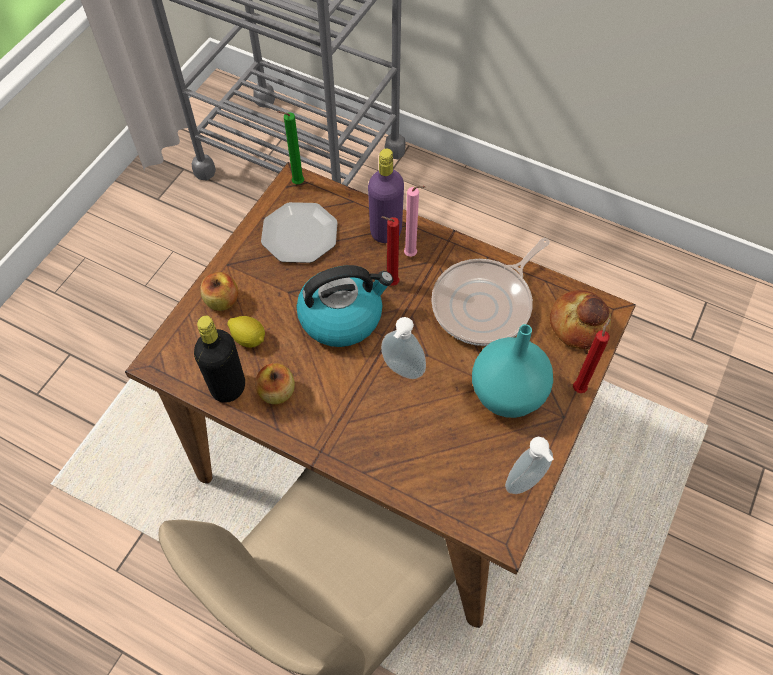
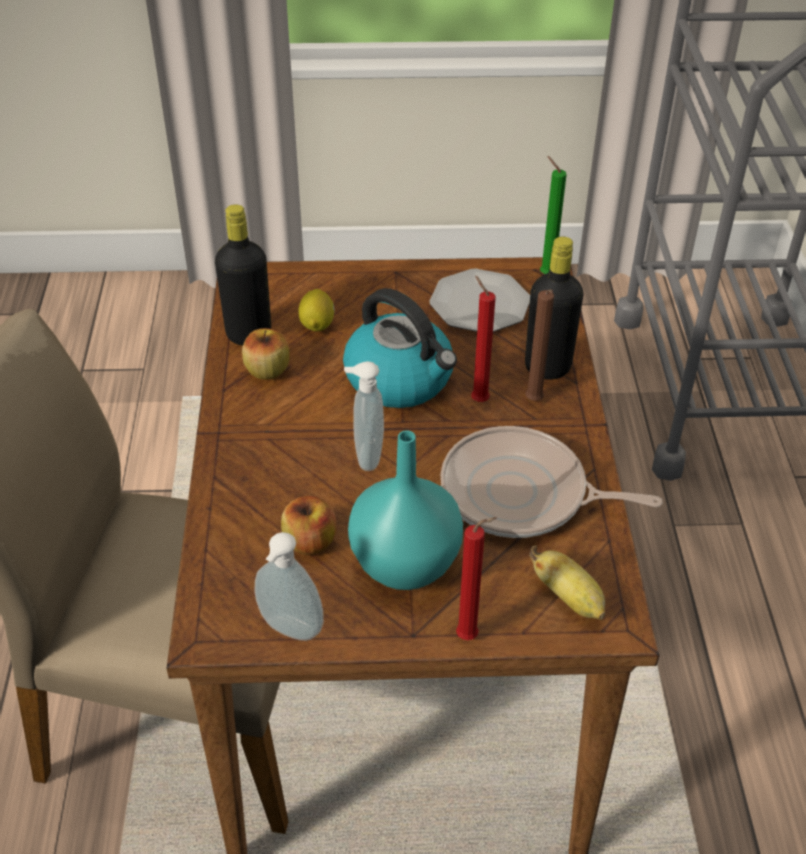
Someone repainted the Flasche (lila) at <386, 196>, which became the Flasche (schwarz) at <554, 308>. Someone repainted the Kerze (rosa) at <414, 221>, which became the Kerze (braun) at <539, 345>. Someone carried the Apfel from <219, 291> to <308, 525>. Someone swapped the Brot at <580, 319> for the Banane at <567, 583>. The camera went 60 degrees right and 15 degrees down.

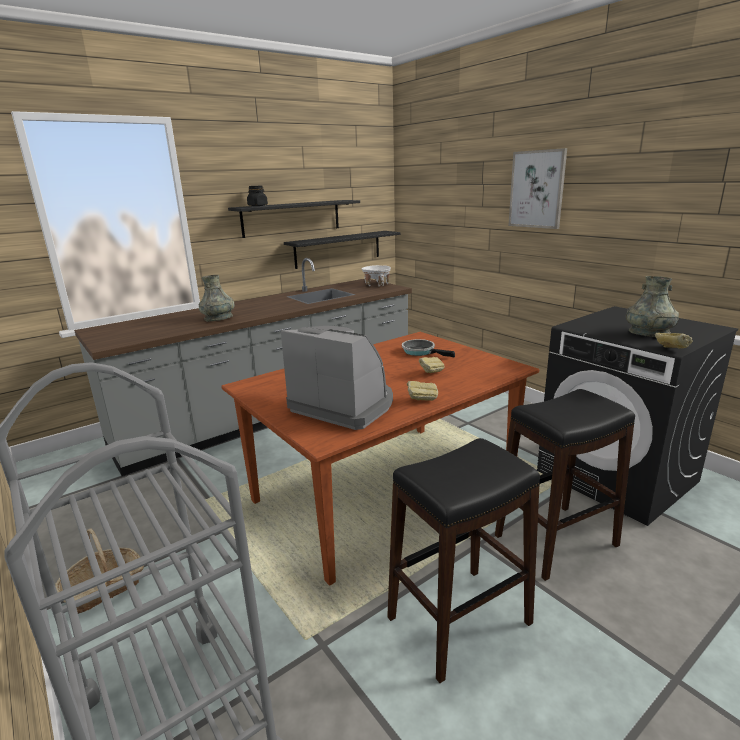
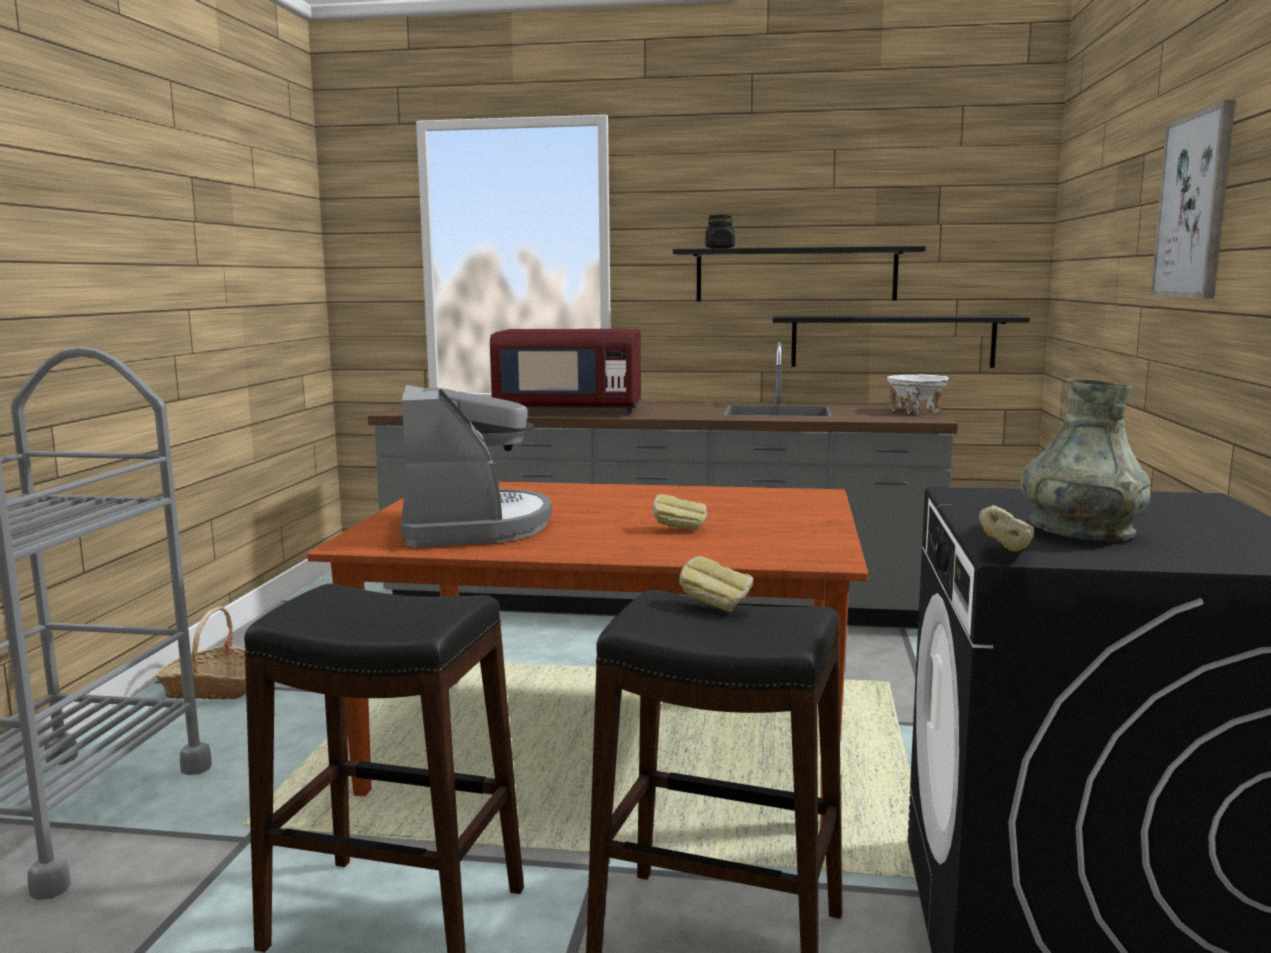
Someone swapped the Vase (grau) at <217, 298> for the Mikrowelle (rot) at <566, 371>. Someone took away the Pfanne at <428, 348>. Someone carried the Brot from <422, 391> to <716, 583>. The camera went 45 degrees right and 10 degrees down.

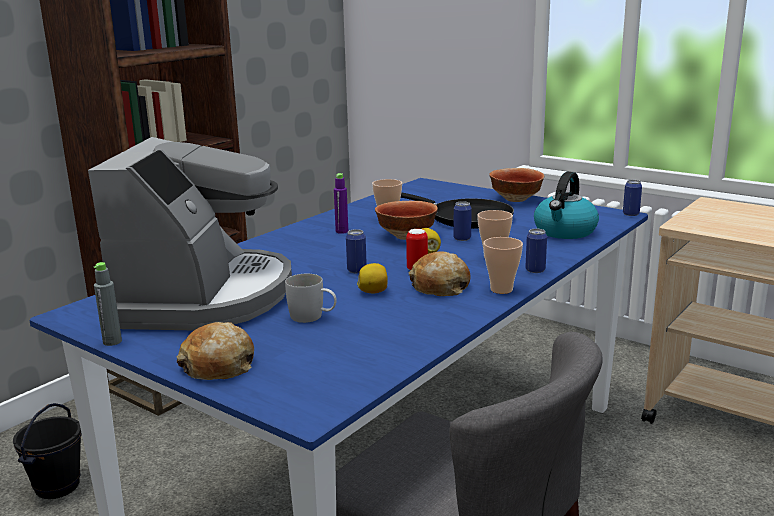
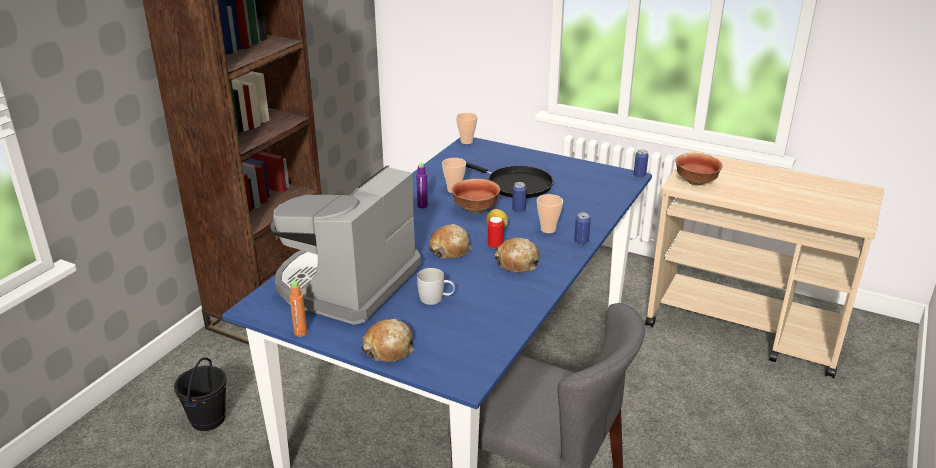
Someone rotated the Kaffeemaschine at <190, 233> by 150 degrees counterclockwise. Someone carried the Schüssel from <516, 185> to <699, 169>. Someone took away the Wasserkessel at <566, 205>. Someone swapped the Dose at <356, 251> for the Brot at <450, 241>. Someone carried the Tasse from <503, 265> to <466, 128>. Someone repainted the Flasche (grau) at <108, 304>, which became the Flasche (orange) at <298, 309>. Someone took away the Zitrone at <372, 278>. The camera went 10 degrees left and 10 degrees up.

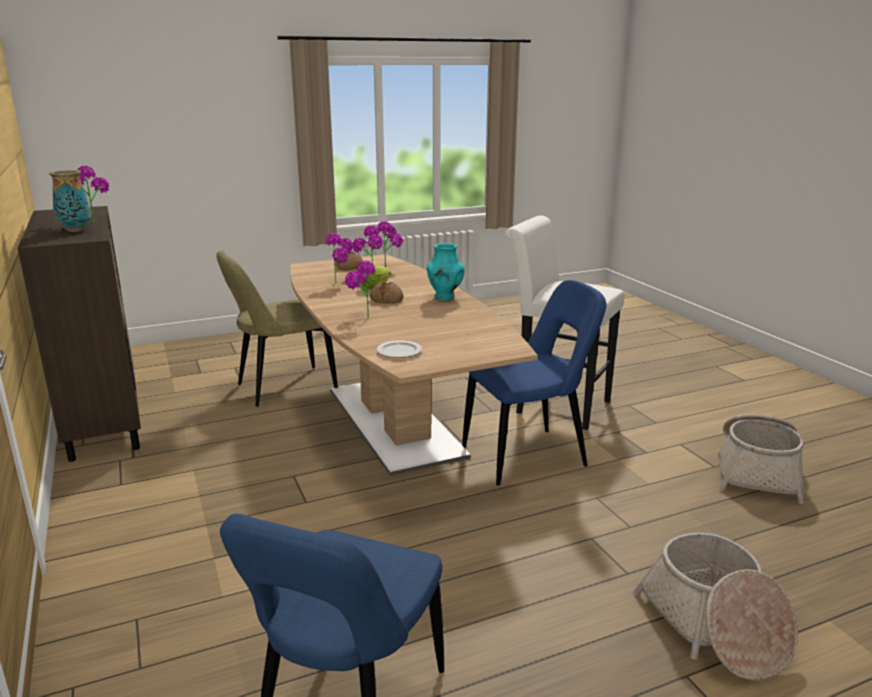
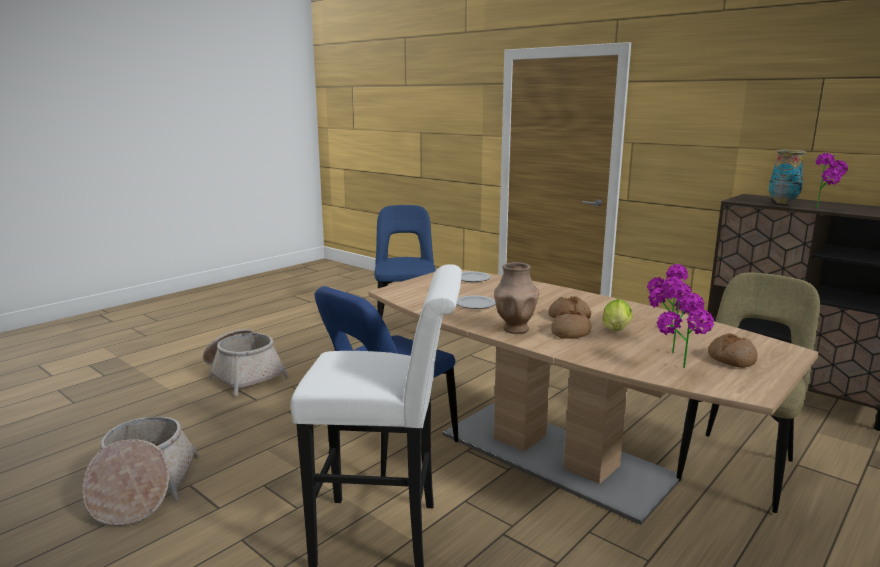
Someone repainted the Vase (türkis) at <445, 272>, which became the Vase (braun) at <516, 298>. Someone took away the Topfpflanze at <360, 289>. Someone put down the Teller at <476, 302>. Someone put down the Brot at <571, 324>. The camera went 155 degrees right and 5 degrees down.

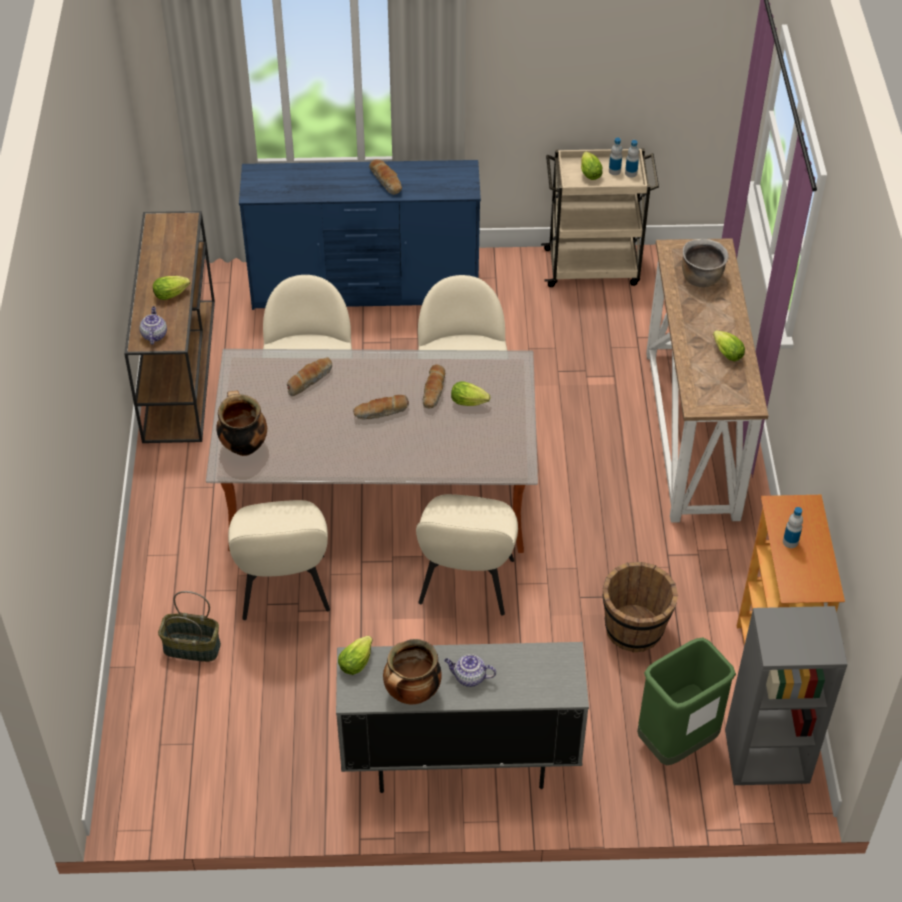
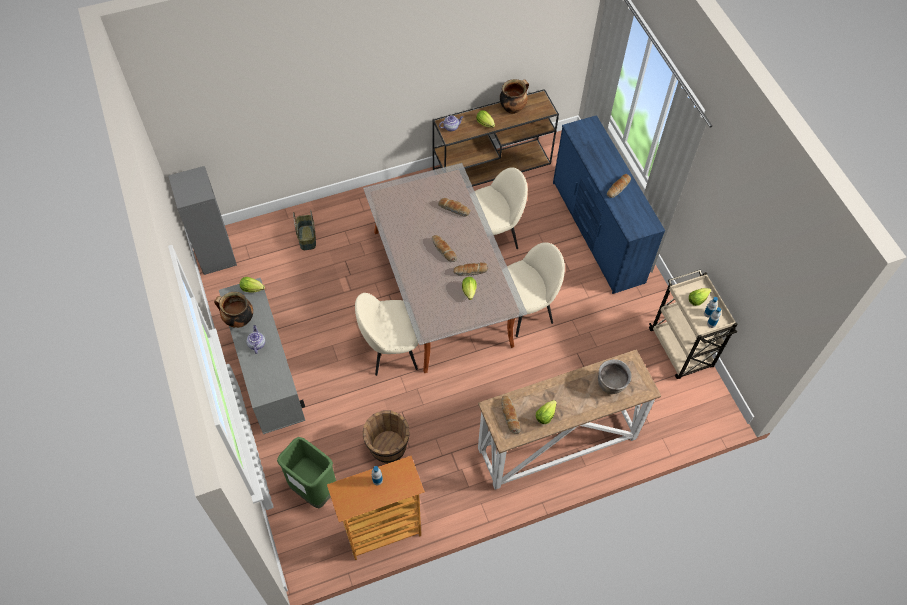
Someone carried the Kochtopf from <241, 423> to <514, 96>. Someone took away the Stuhl (beige) at <279, 560>. Someone carried the Bücherregal (grau) from <786, 695> to <202, 220>. Someone put down the Brot at <510, 415>. The camera went 70 degrees right and 10 degrees up.

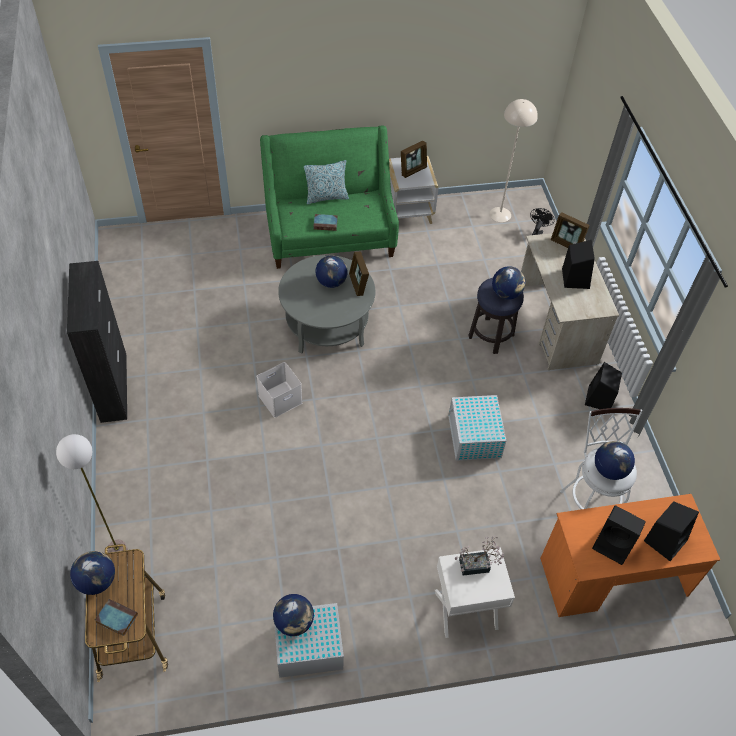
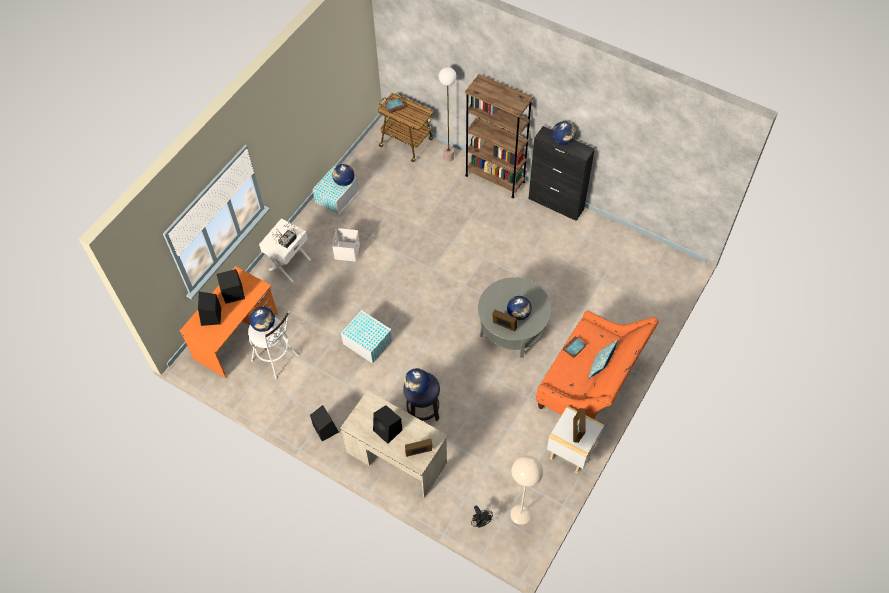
Someone repainted the Sofa (grün) at <329, 197>, which became the Sofa (orange) at <597, 364>. Someone carried the Aufbewahrungsbox (weiß) from <279, 390> to <346, 245>. Someone carried the Globus from <92, 573> to <564, 133>. Someone put down the Bücherregal (braun) at <499, 136>. The camera went 135 degrees right and 5 degrees up.

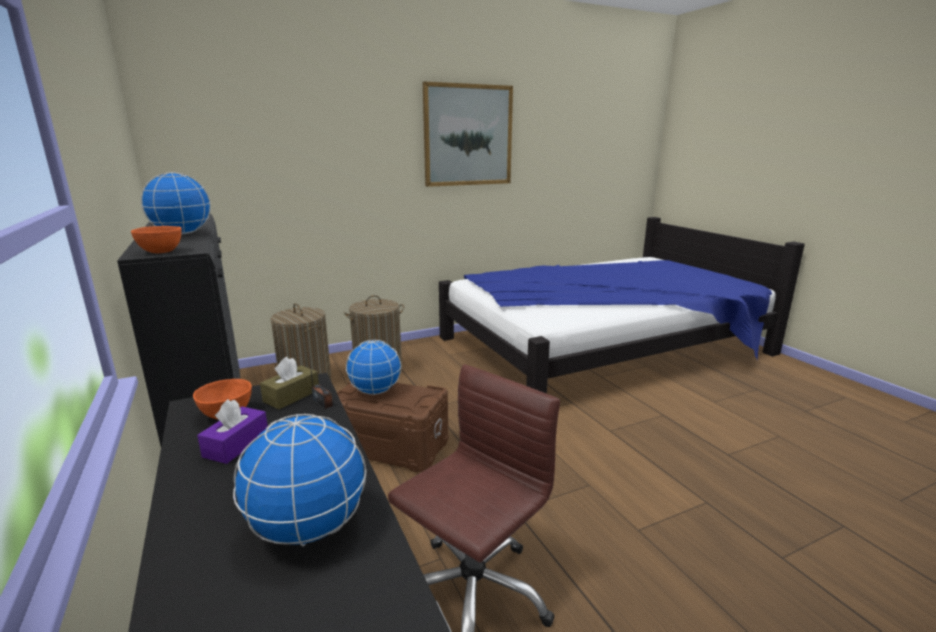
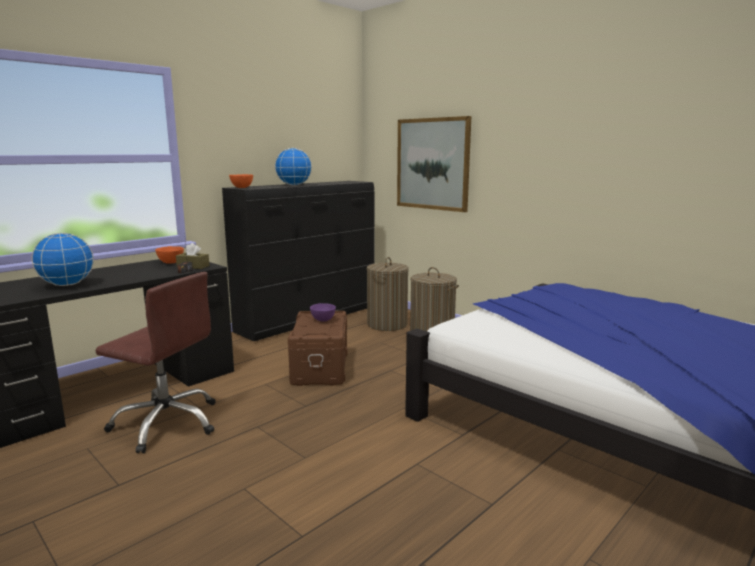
Someone carried the Bild from <468, 134> to <434, 164>. Someone swapped the Globus at <373, 367> for the Schüssel (lila) at <323, 312>. Someone took away the Taschentuchbox (lila) at <232, 431>. The camera went 70 degrees right and 5 degrees down.

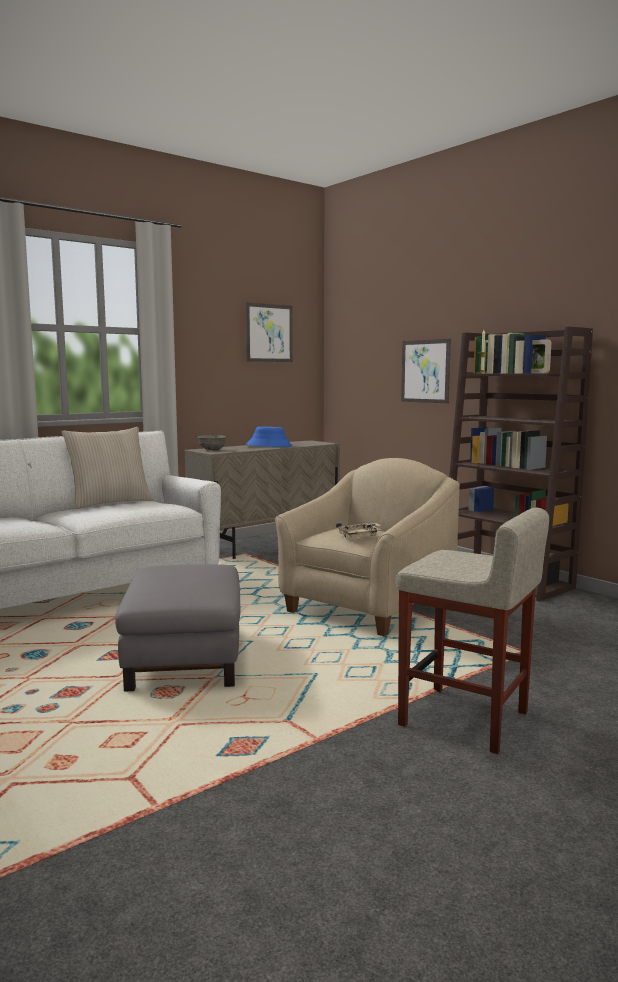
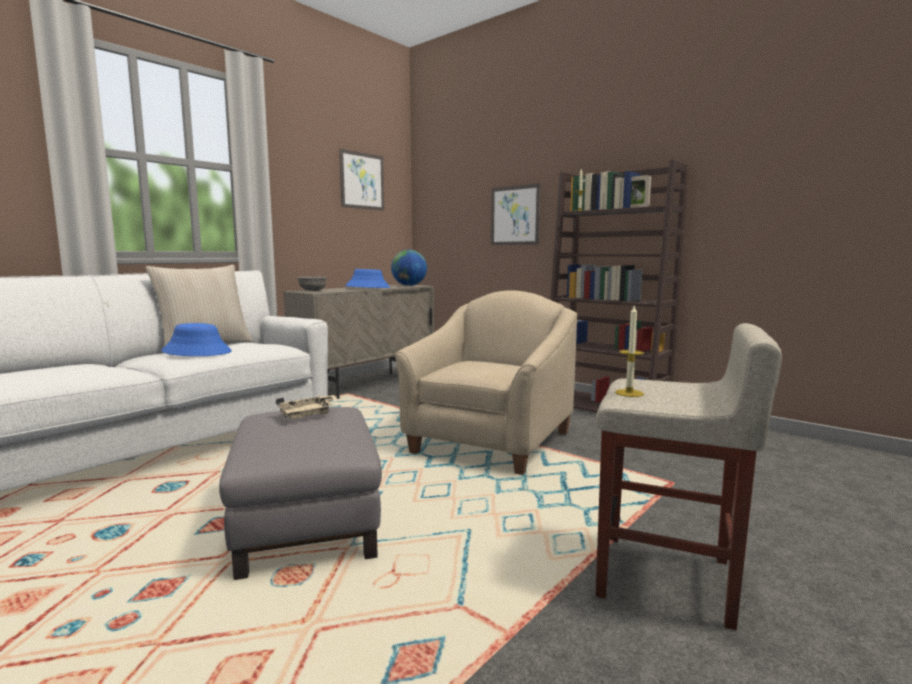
Someone carried the Tablett (beige) from <358, 530> to <306, 407>. Someone put down the Globus at <409, 268>. Someone put down the Kerze at <629, 350>. Someone put down the Hut (blau) at <196, 339>. The camera went 10 degrees left and 0 degrees up.

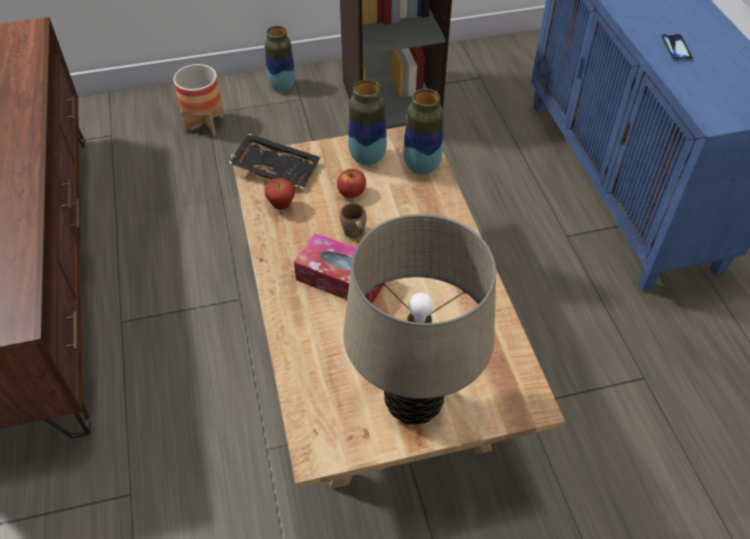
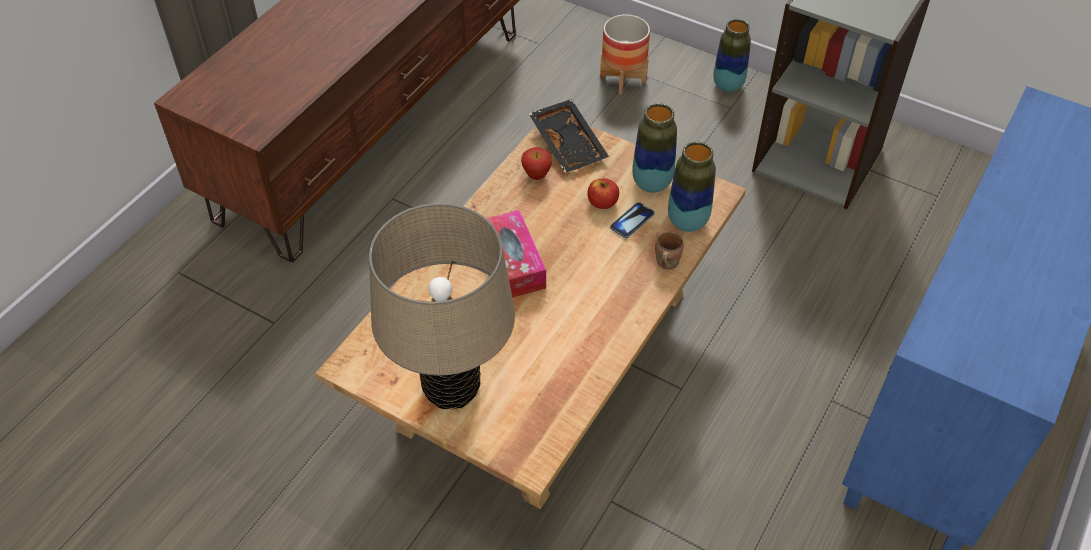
Someone carried the Handy from <677, 47> to <632, 220>. Someone carried the Henkelbecher (braun) from <353, 221> to <669, 251>. The camera went 45 degrees right and 0 degrees up.

